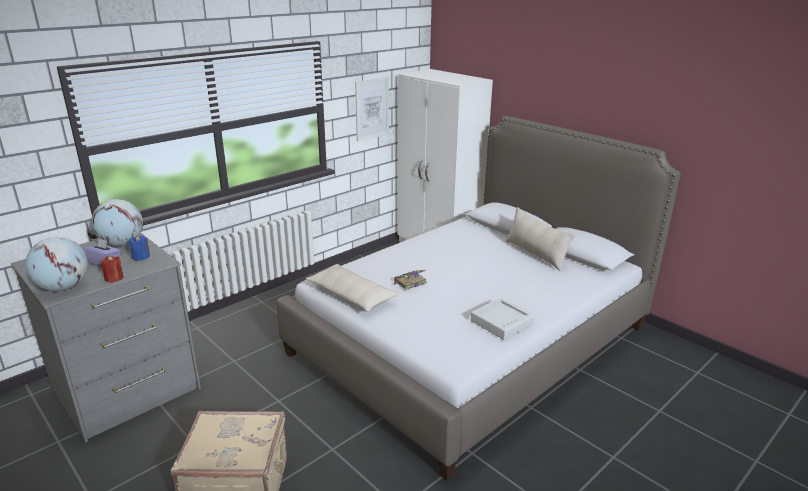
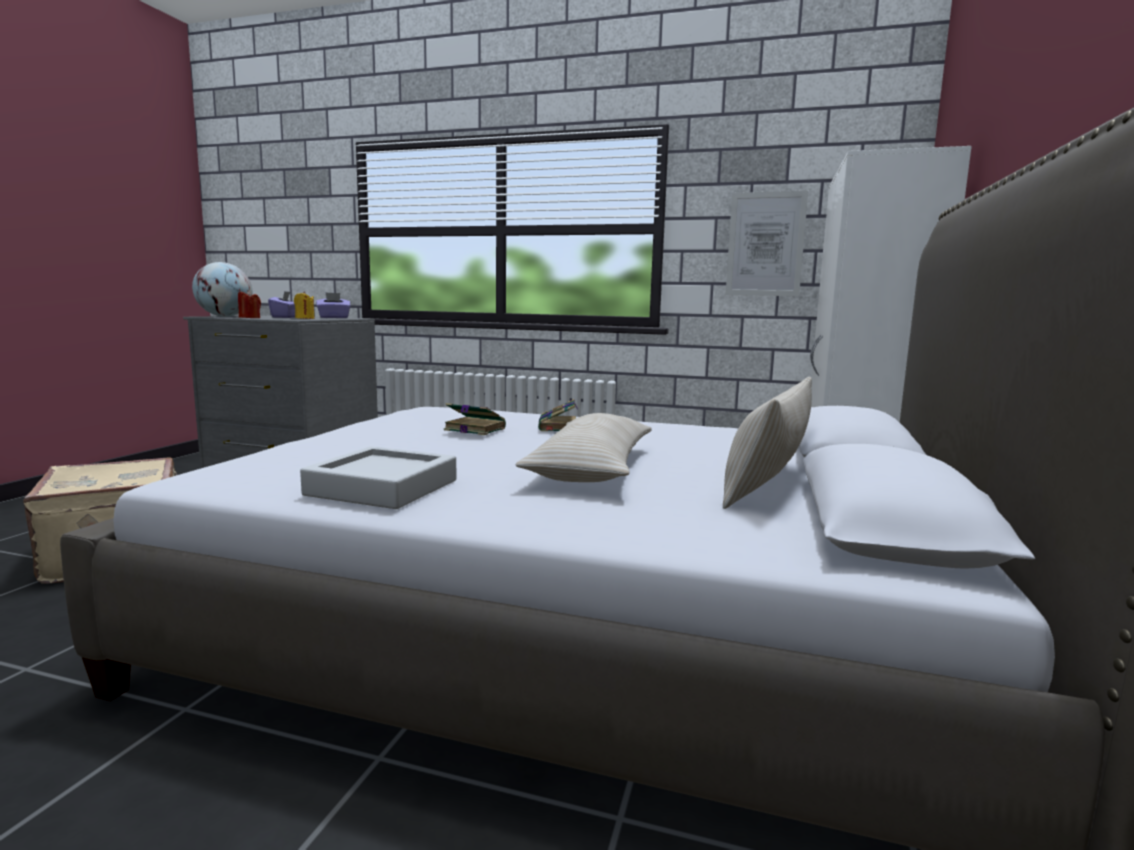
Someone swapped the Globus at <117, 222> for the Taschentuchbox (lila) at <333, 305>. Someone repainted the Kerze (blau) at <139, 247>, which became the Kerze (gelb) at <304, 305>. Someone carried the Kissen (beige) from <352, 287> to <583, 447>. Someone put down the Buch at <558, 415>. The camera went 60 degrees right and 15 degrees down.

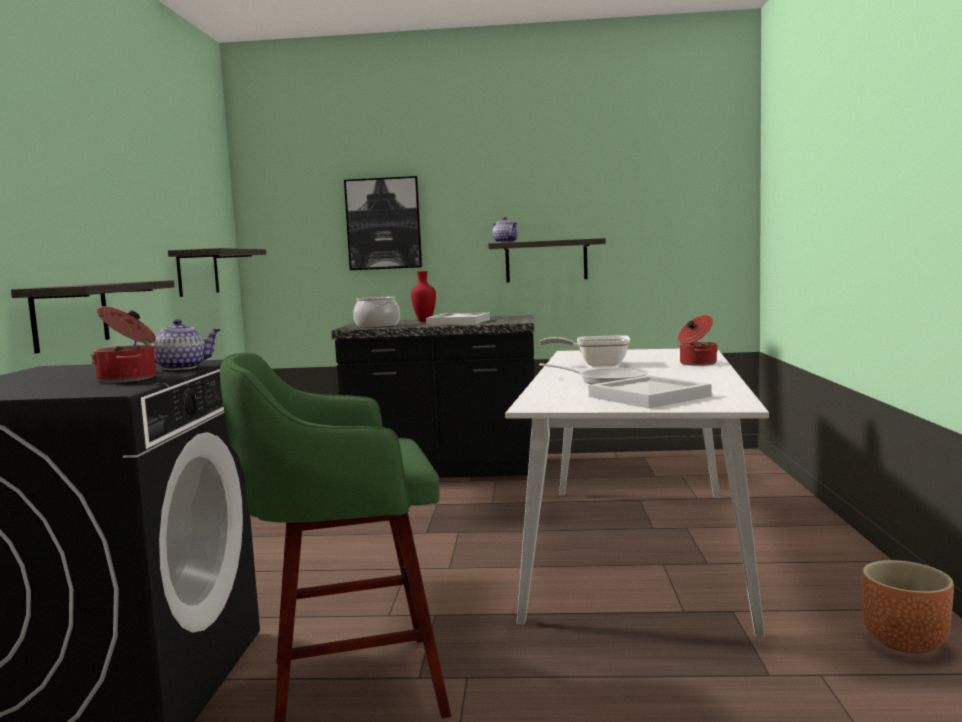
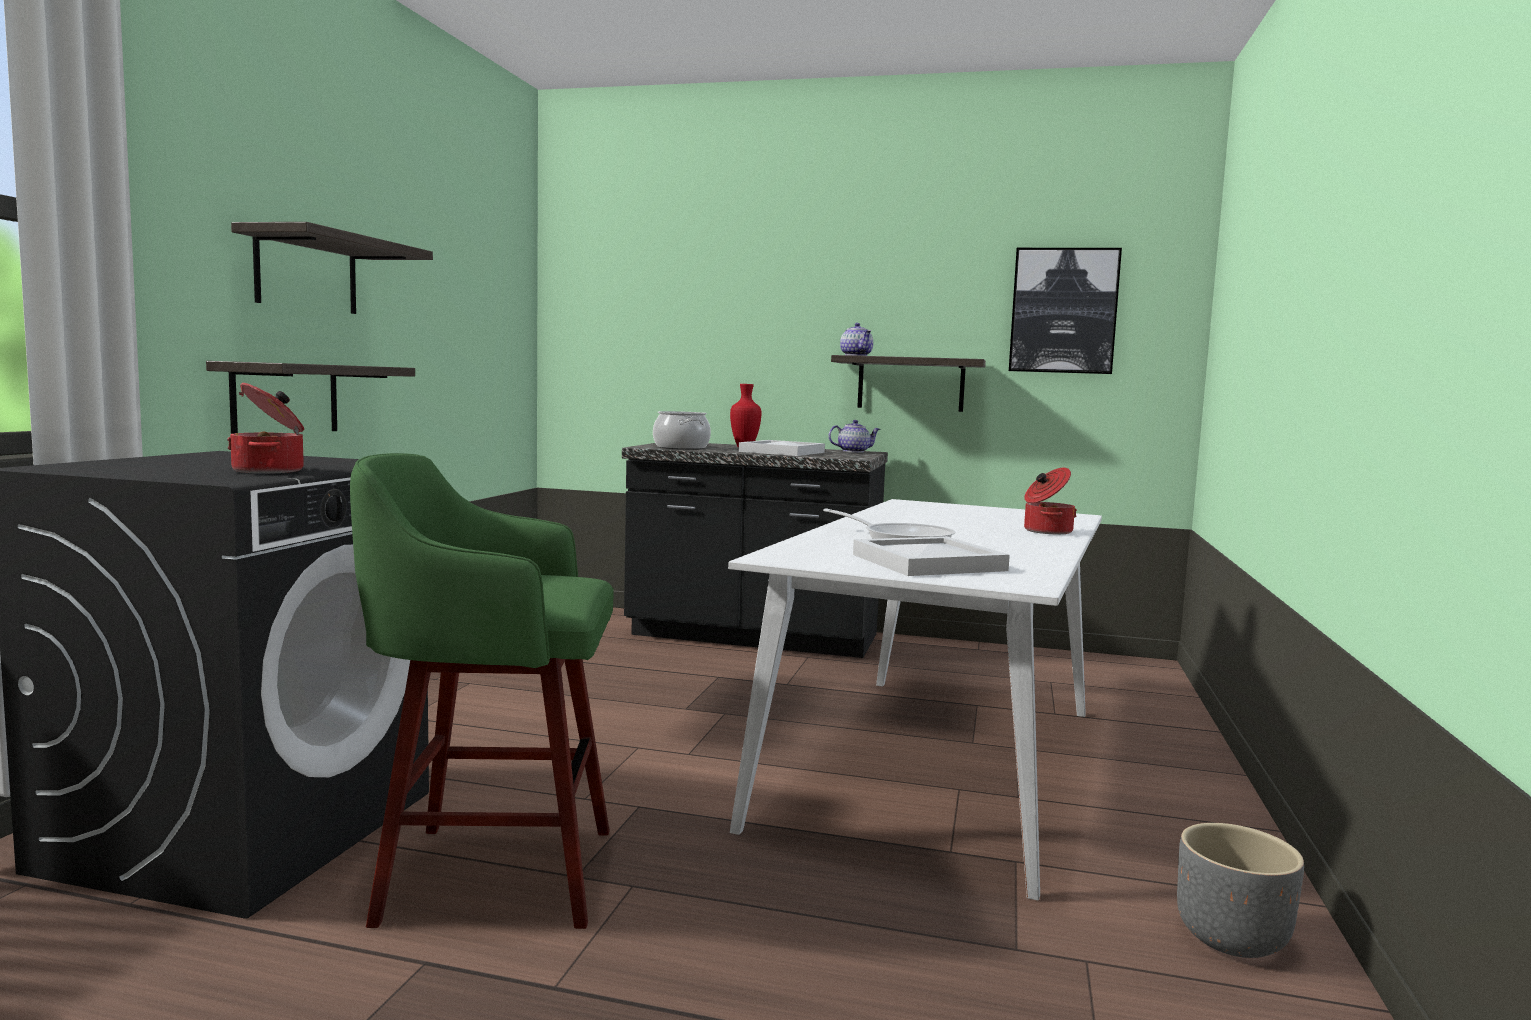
Someone carried the Bild from <383, 223> to <1065, 311>. Someone carried the Wandregal from <217, 272> to <332, 268>. Someone carried the Teekanne from <177, 344> to <854, 436>. Someone took away the Pfanne at <584, 351>. Someone repainted the Pflanzkübel (braun) at <908, 607>, which became the Pflanzkübel (grau) at <1240, 890>. The camera went 10 degrees right and 0 degrees up.

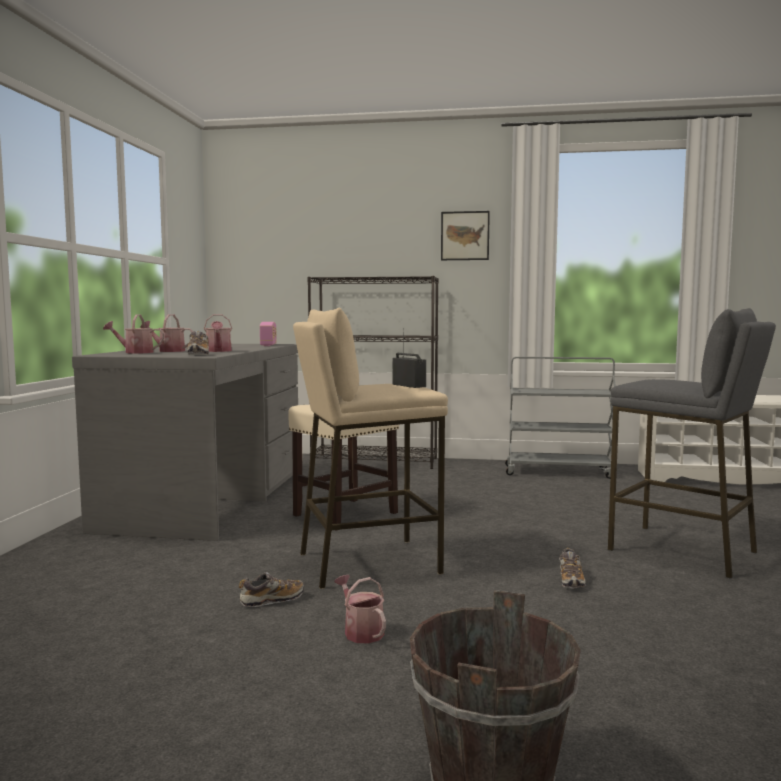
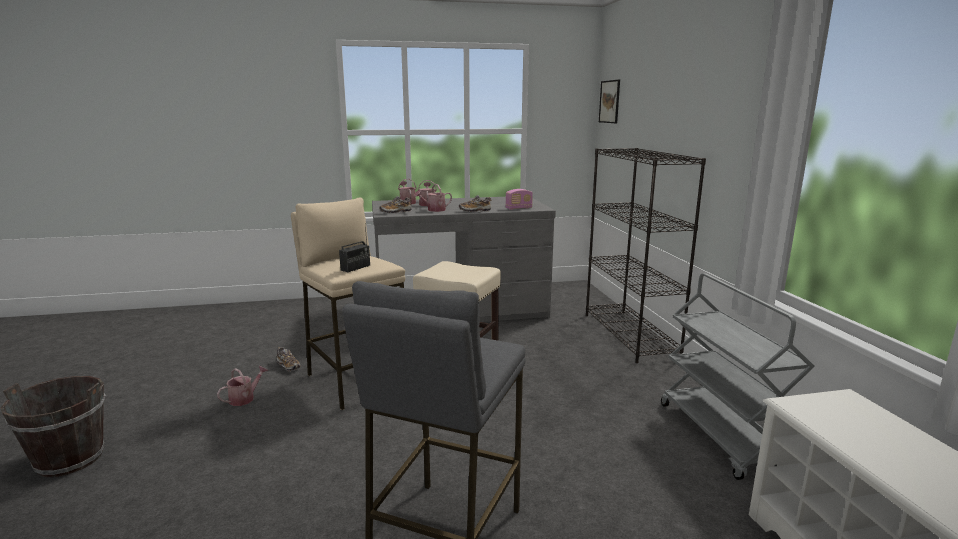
Someone carried the Bild from <465, 235> to <609, 101>. Someone carried the Schuh from <572, 568> to <475, 203>. The camera went 70 degrees right and 10 degrees up.

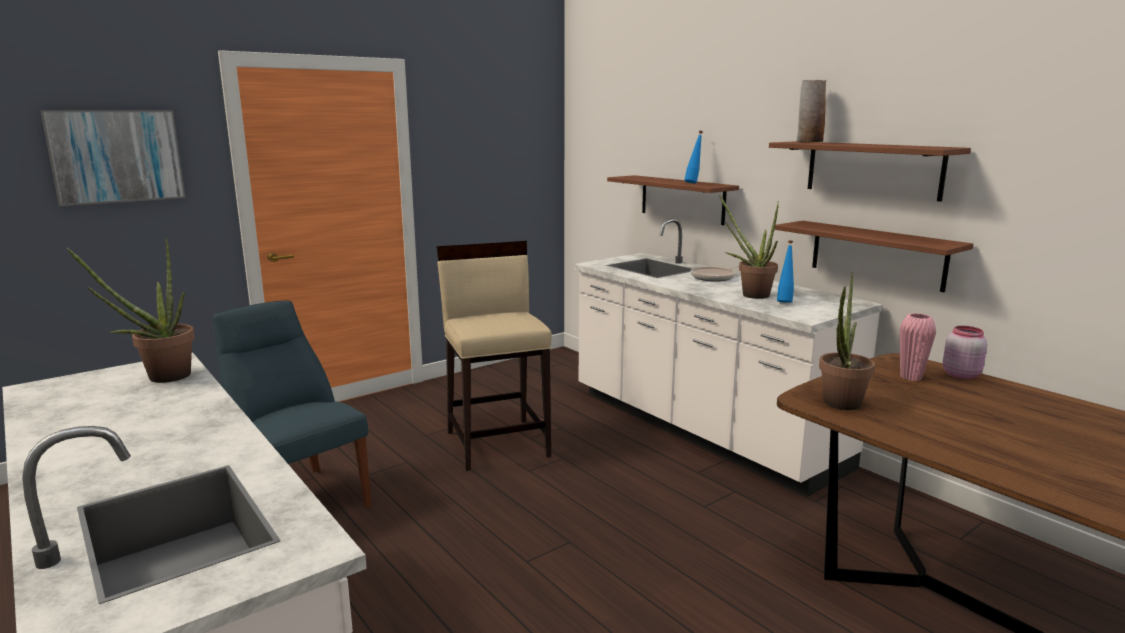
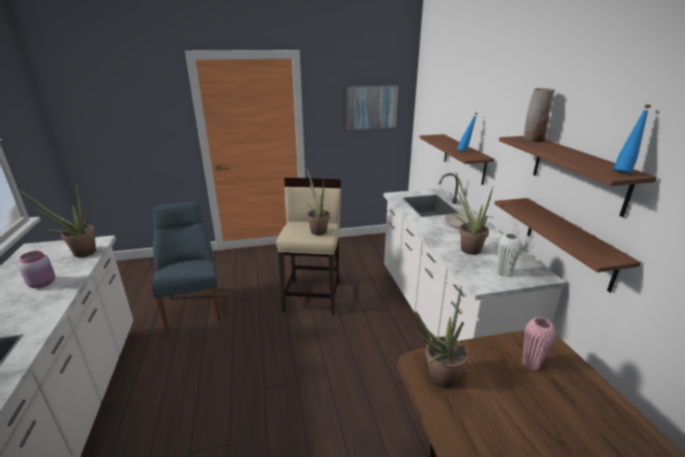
Someone carried the Bild from <113, 158> to <373, 107>. Someone carried the Flasche (blau) from <785, 271> to <632, 139>. Someone carried the Vorratsglas (rosa) from <965, 352> to <36, 269>. Someone put down the Topfpflanze at <318, 201>. Someone put down the Vase (weiß) at <509, 255>. The camera went 25 degrees right and 10 degrees up.

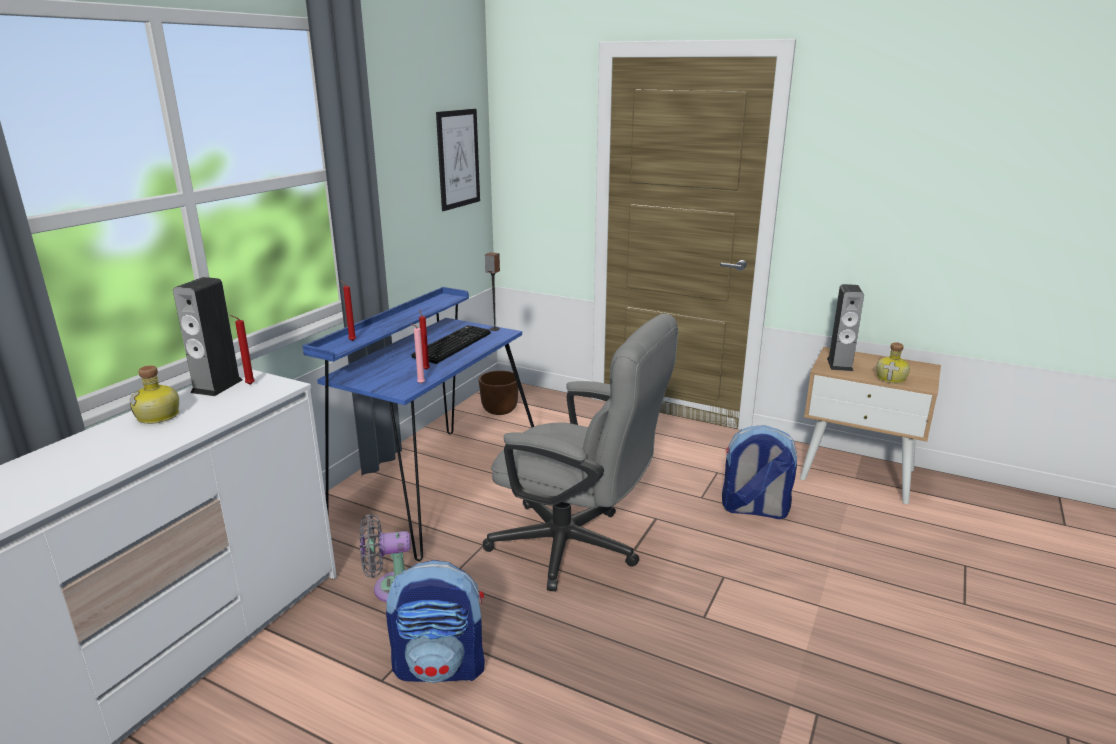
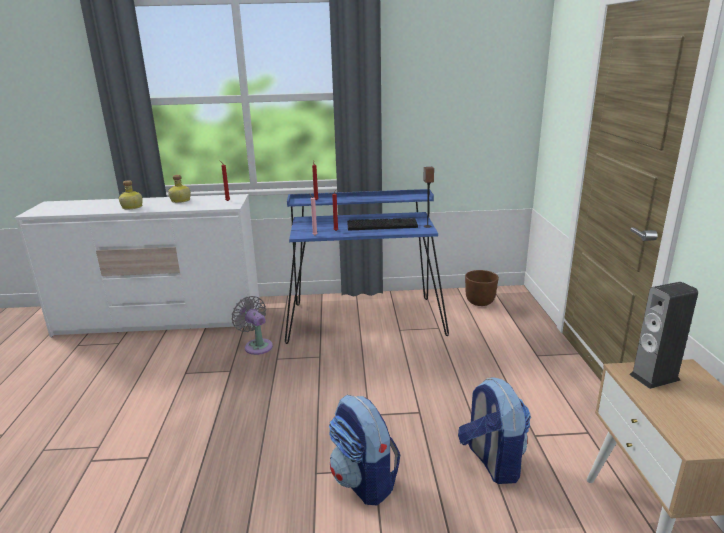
Someone took away the Bild at <458, 160>. Someone took away the Lautsprecher at <208, 336>. Someone took away the Bürostuhl (grau) at <580, 453>. Someone carried the Flasche from <893, 363> to <130, 194>. Someone carried the Rucksack from <435, 621> to <364, 450>. The camera went 60 degrees right and 0 degrees up.

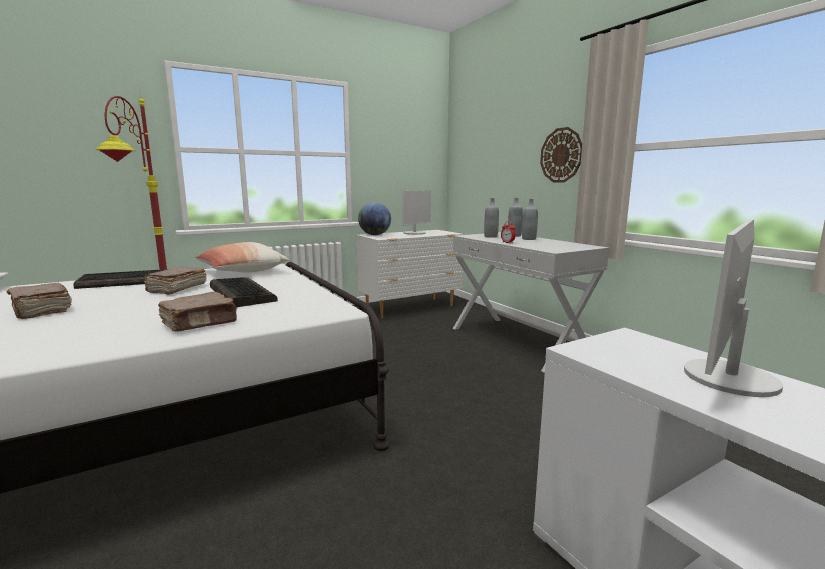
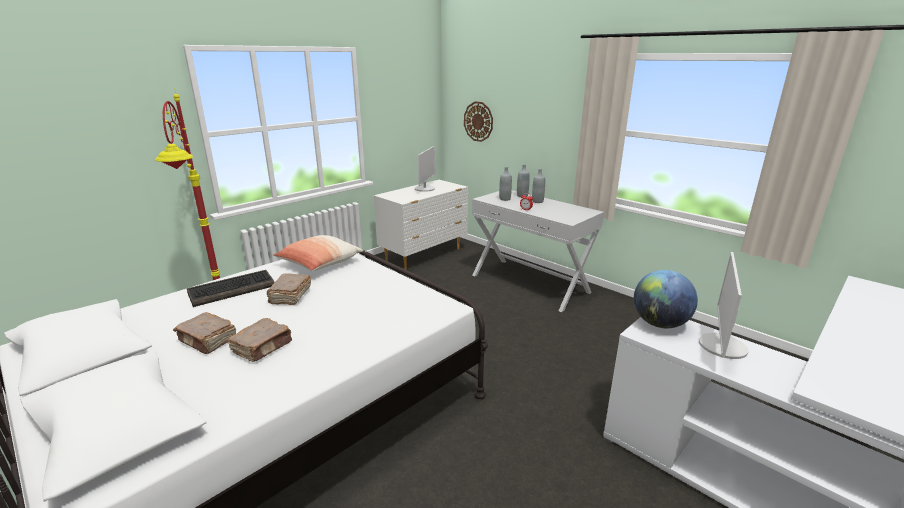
Someone carried the Wanduhr from <561, 154> to <478, 121>. Someone carried the Globus from <374, 218> to <666, 299>. Someone took away the Tastatur at <244, 292>. Someone carried the Buch (braun) from <197, 311> to <260, 340>. The camera went 15 degrees left and 10 degrees up.

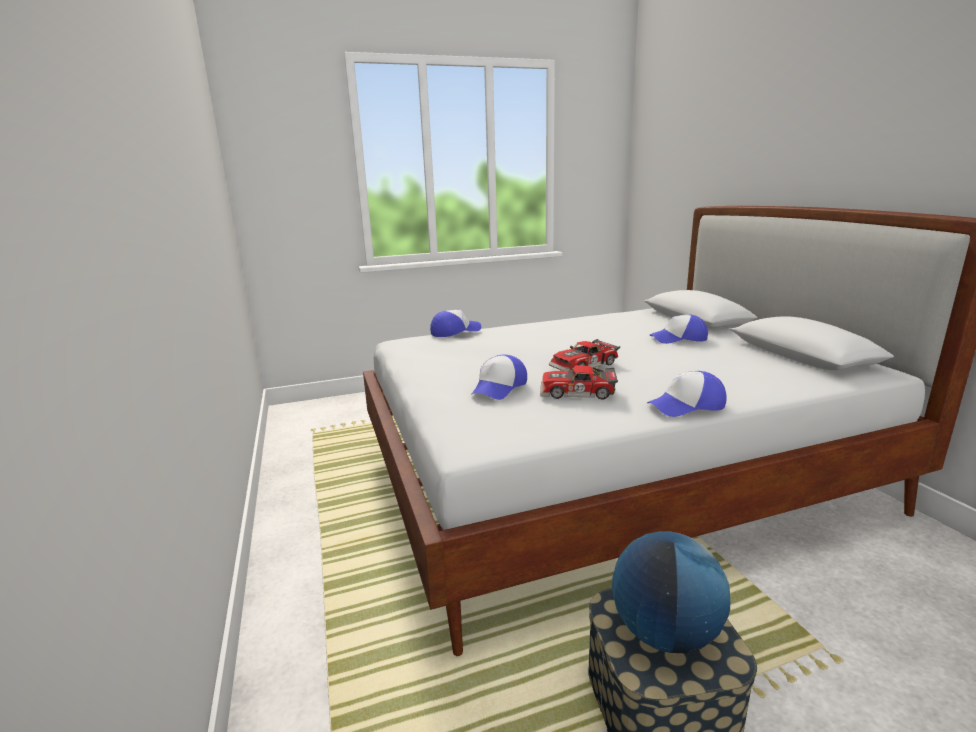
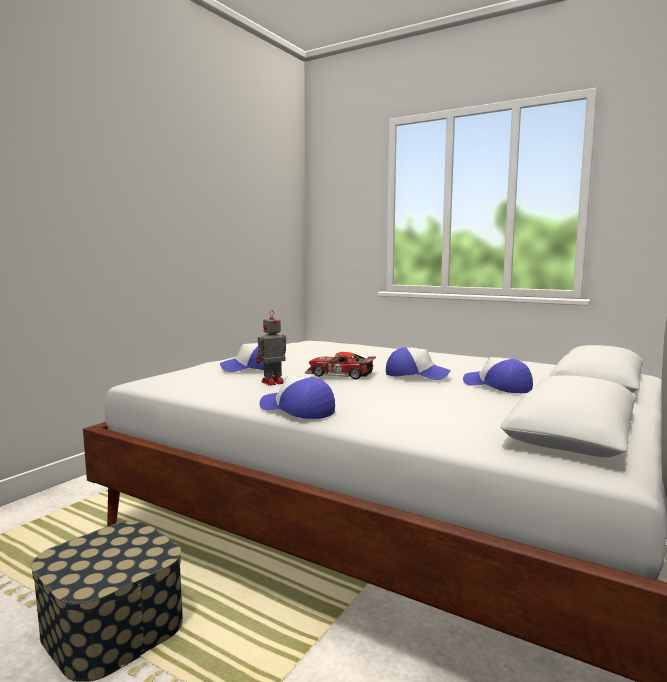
Someone carried the Kappe from <455, 323> to <418, 363>. Someone swapped the Spielzeugauto at <579, 382> for the Spielzeugroboter at <271, 348>. Someone took away the Globus at <671, 592>. The camera went 50 degrees right and 10 degrees down.

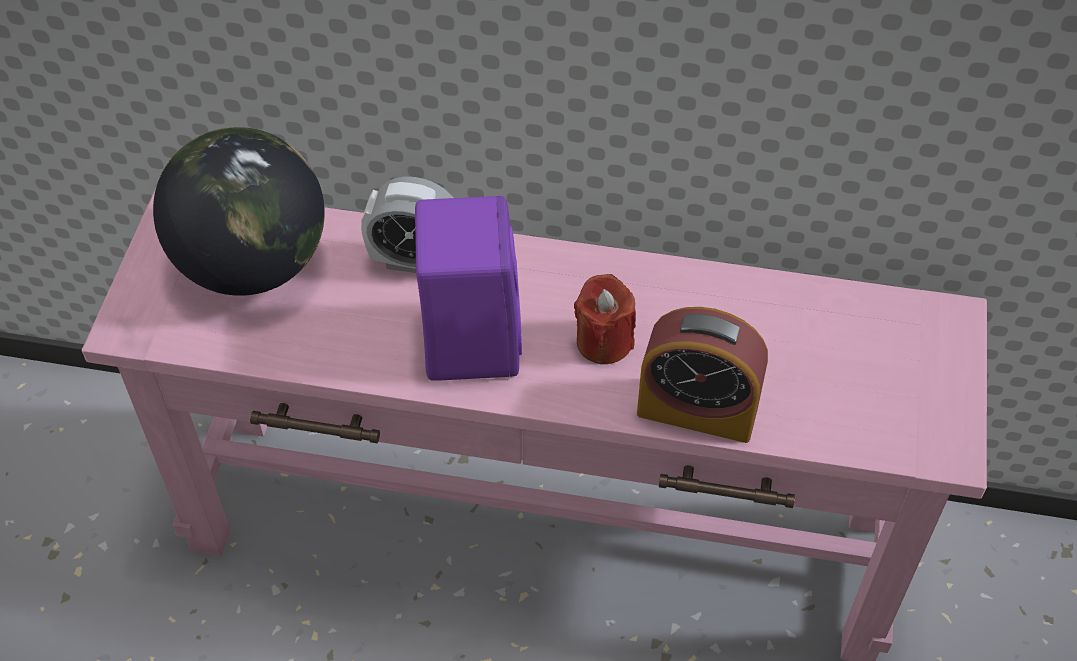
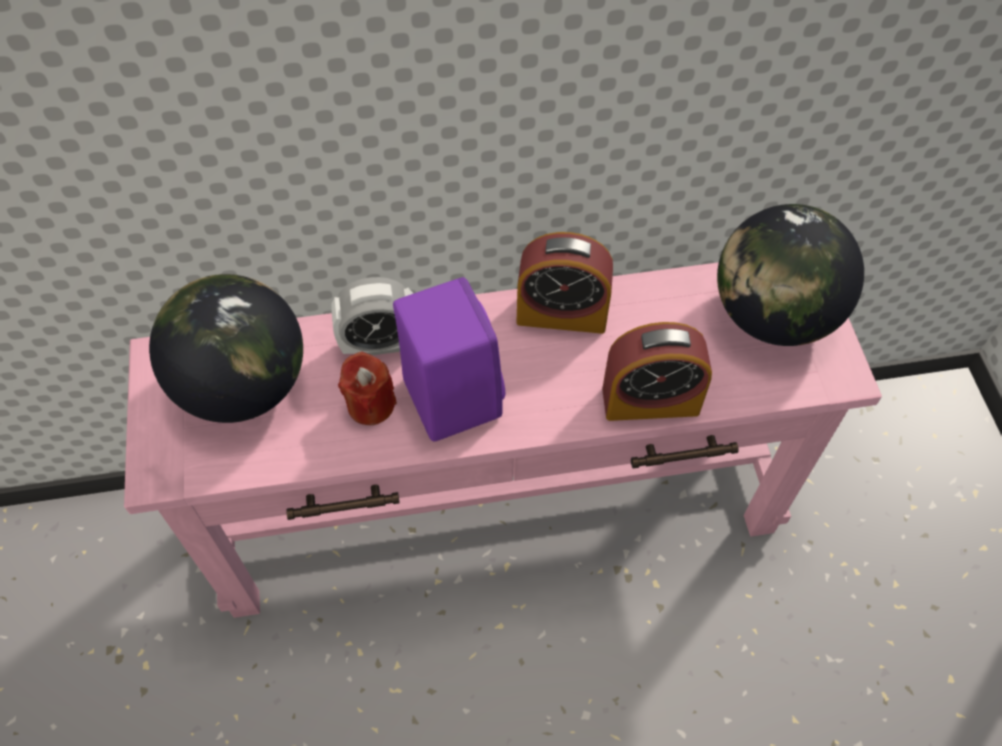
Someone carried the Kerze (rot) from <605, 319> to <367, 388>. Someone put down the Globus at <790, 275>. Someone put down the Wecker at <565, 283>. The camera went 20 degrees left and 5 degrees up.

